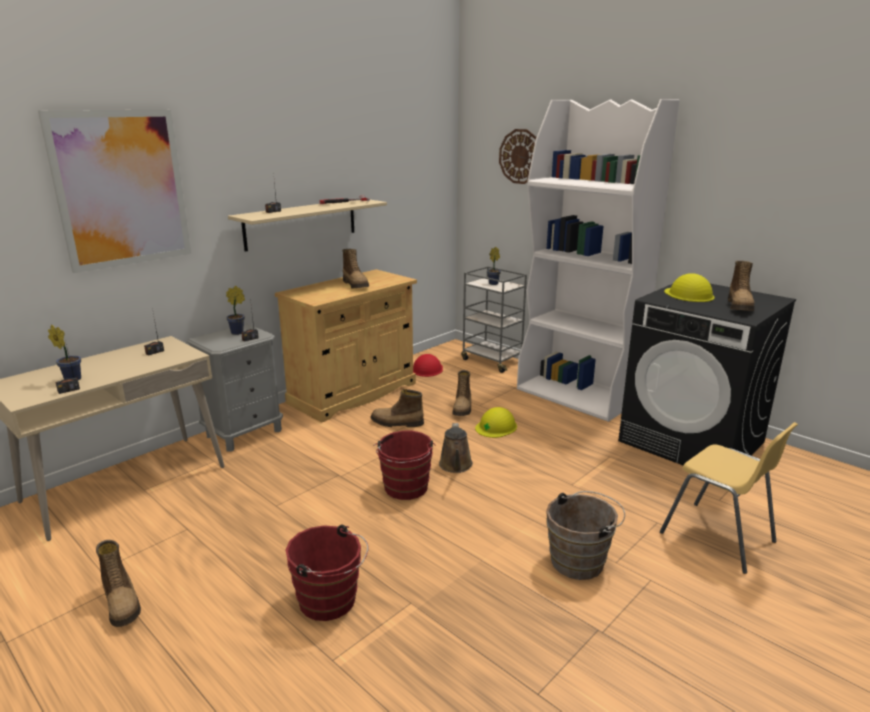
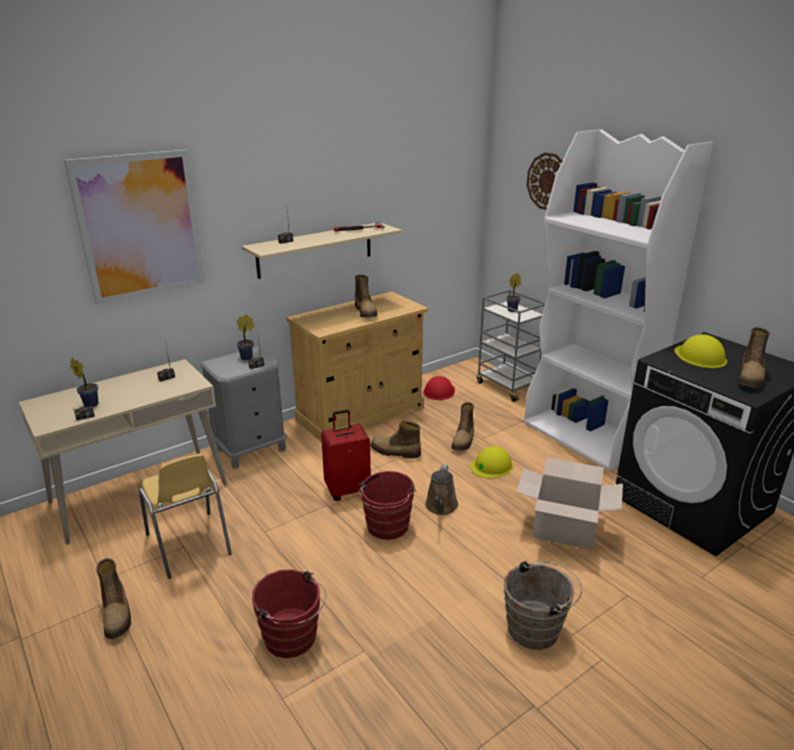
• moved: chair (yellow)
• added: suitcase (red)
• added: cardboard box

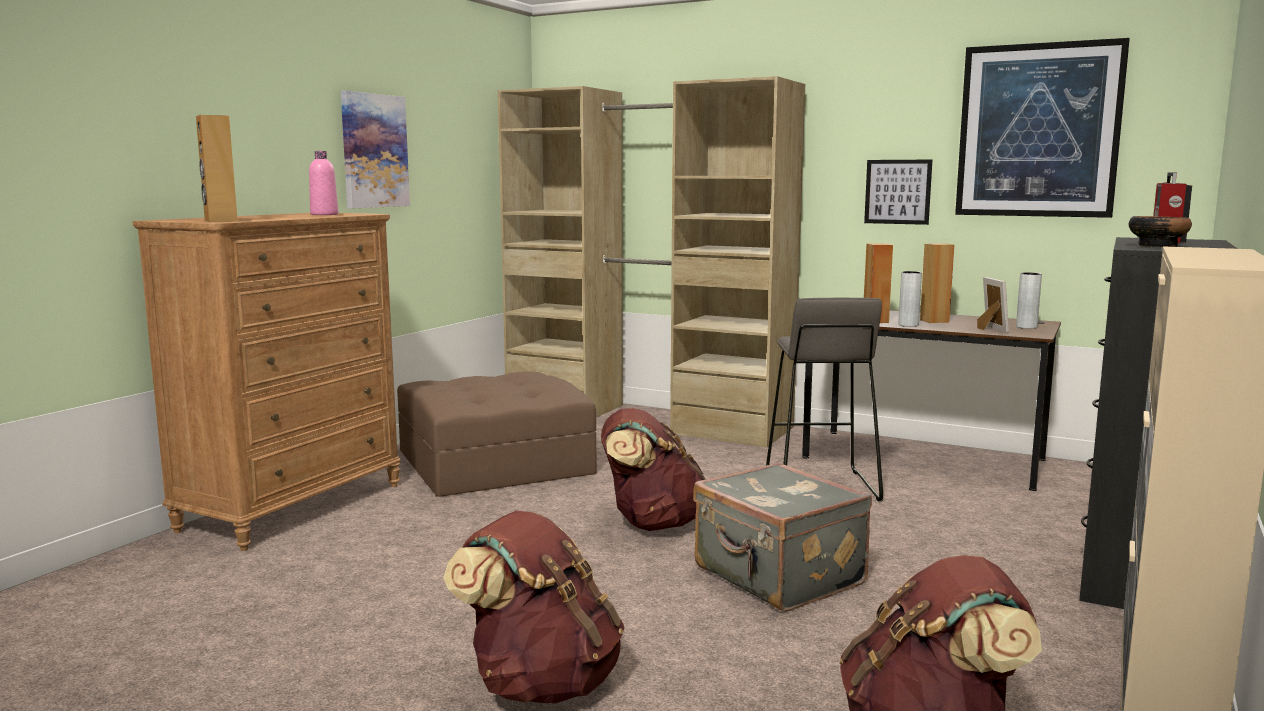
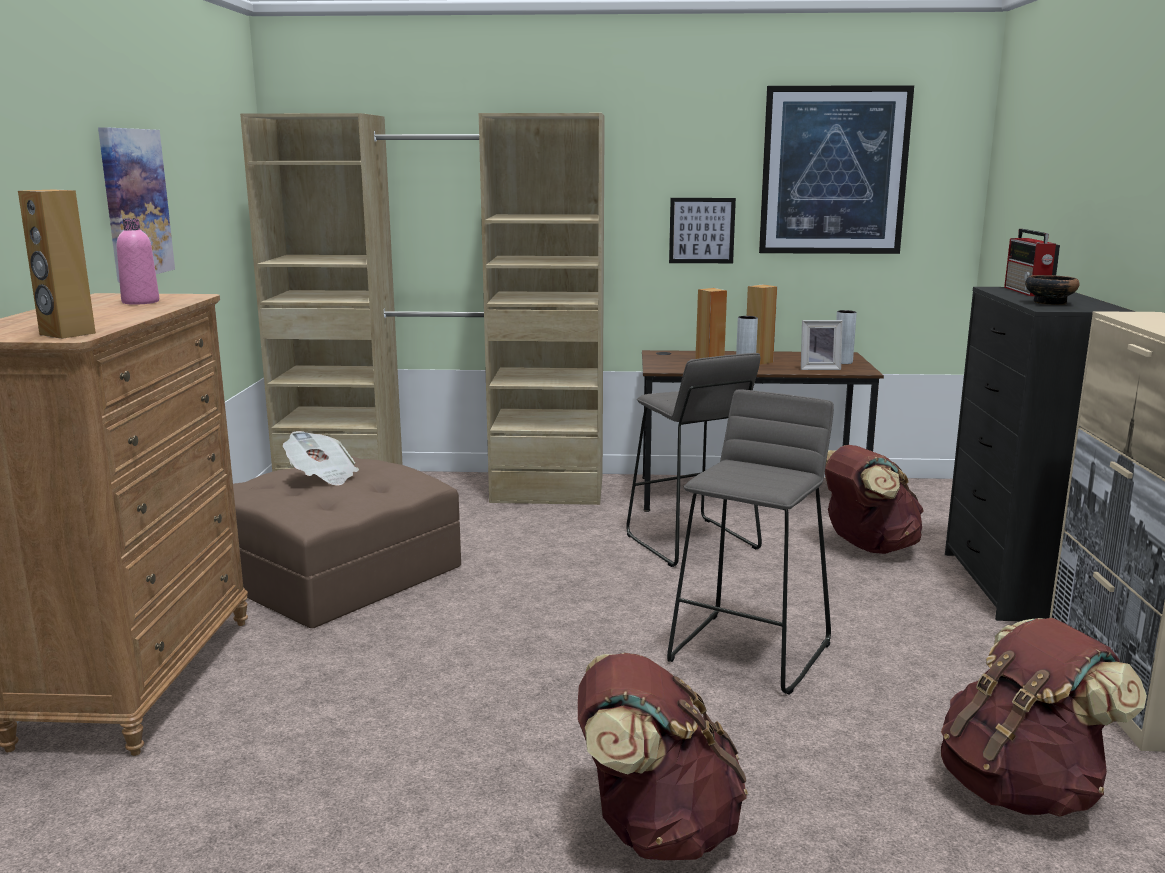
• moved: backpack (brown) (2nd from left)
• replaced: suitcase (grey) to stool (grey) (2nd from left)
• turned: picture frame 120 degrees clockwise
• added: newspaper

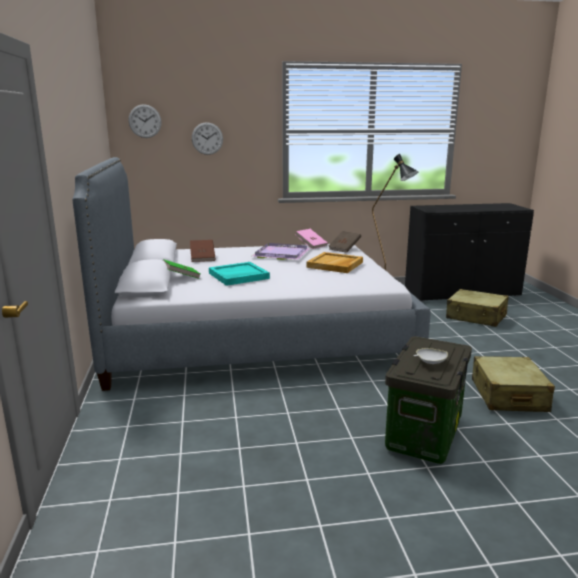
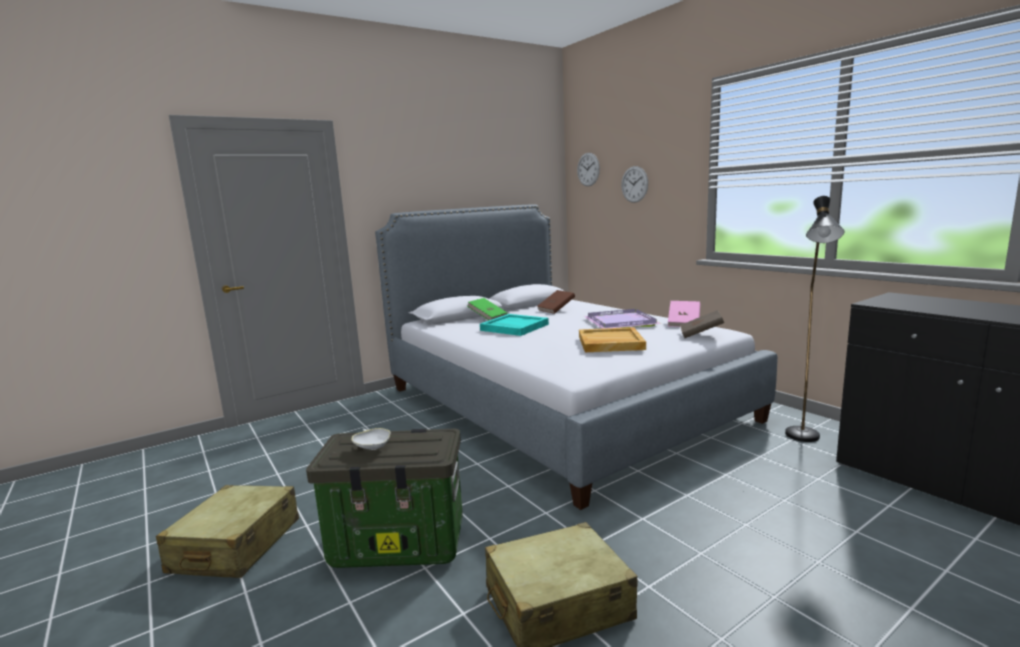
• moved: suitcase (beige) (1st from left)

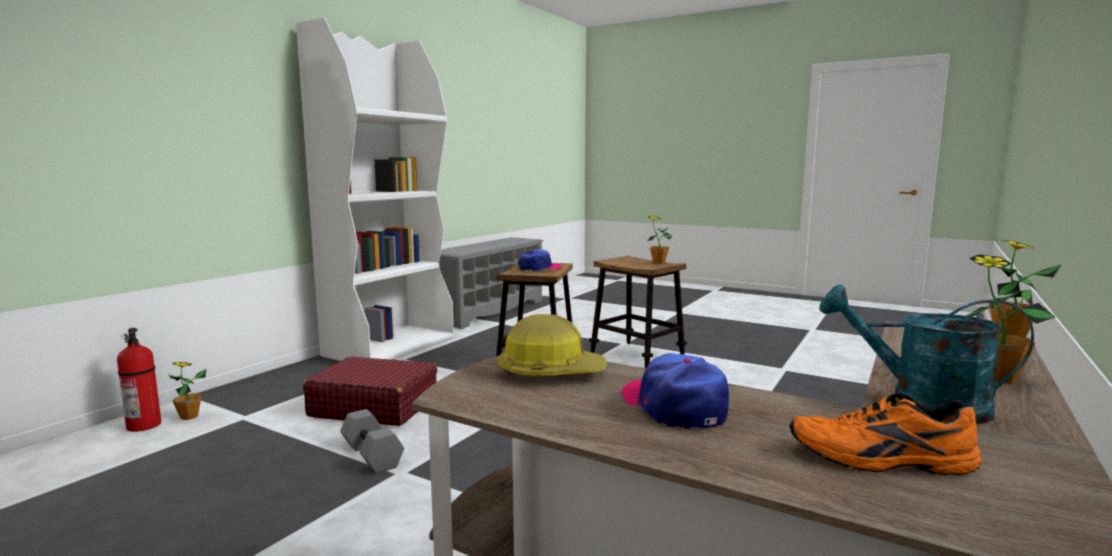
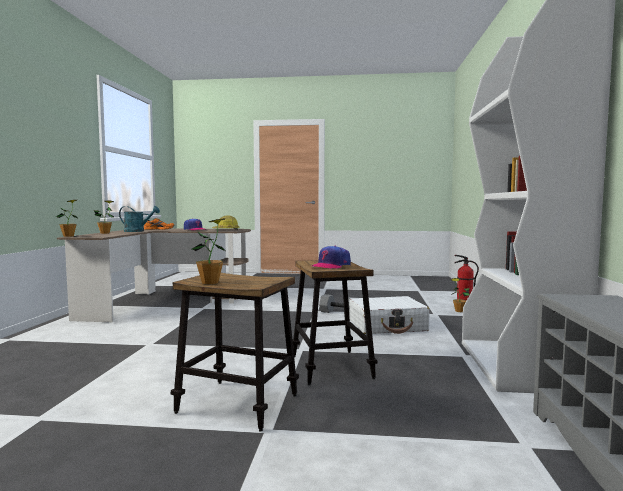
• recoloured: suitcase (red) to suitcase (white)

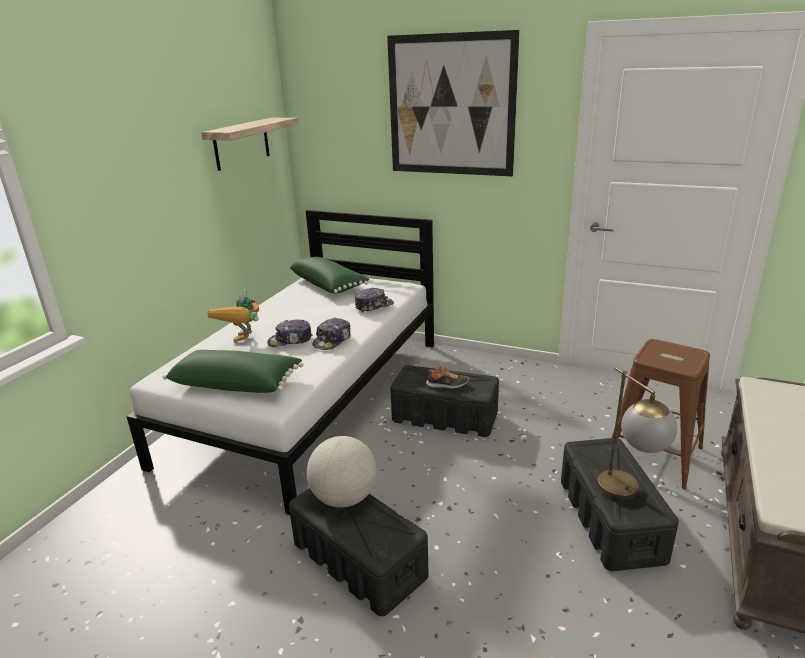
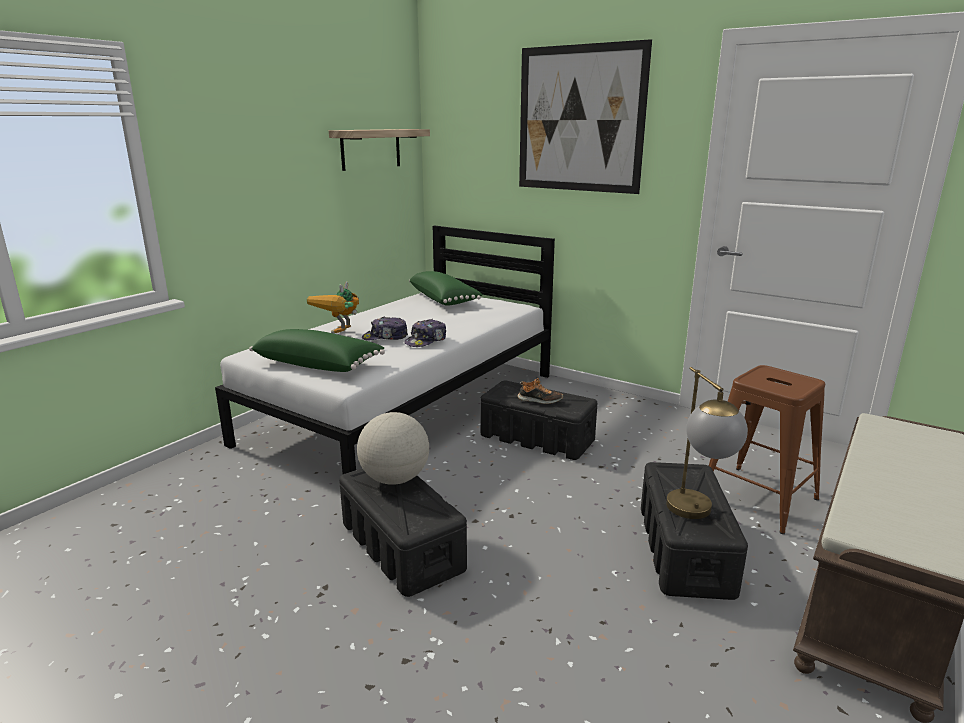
• removed: cap (3rd from left)

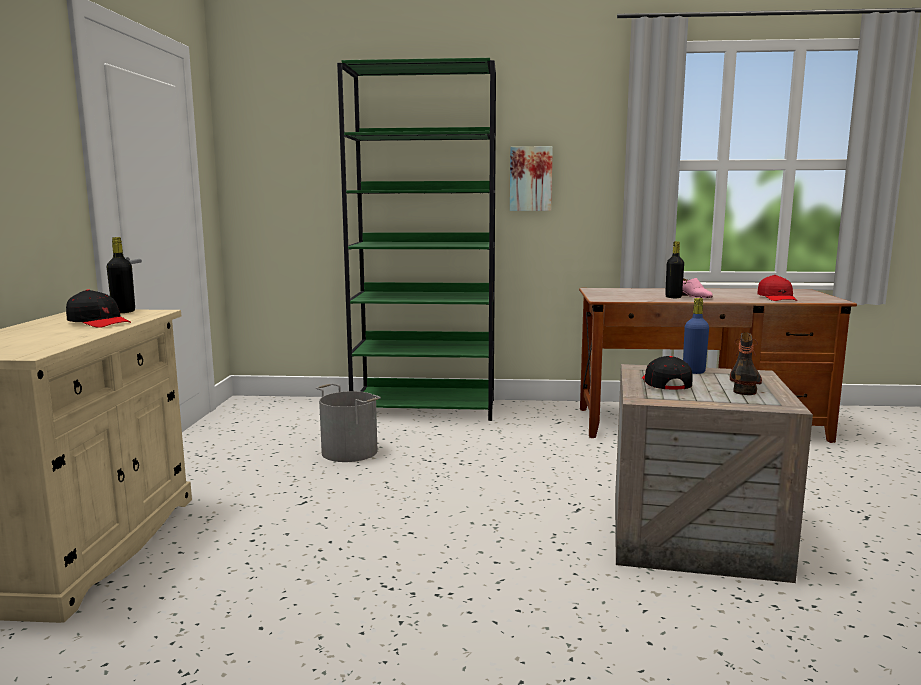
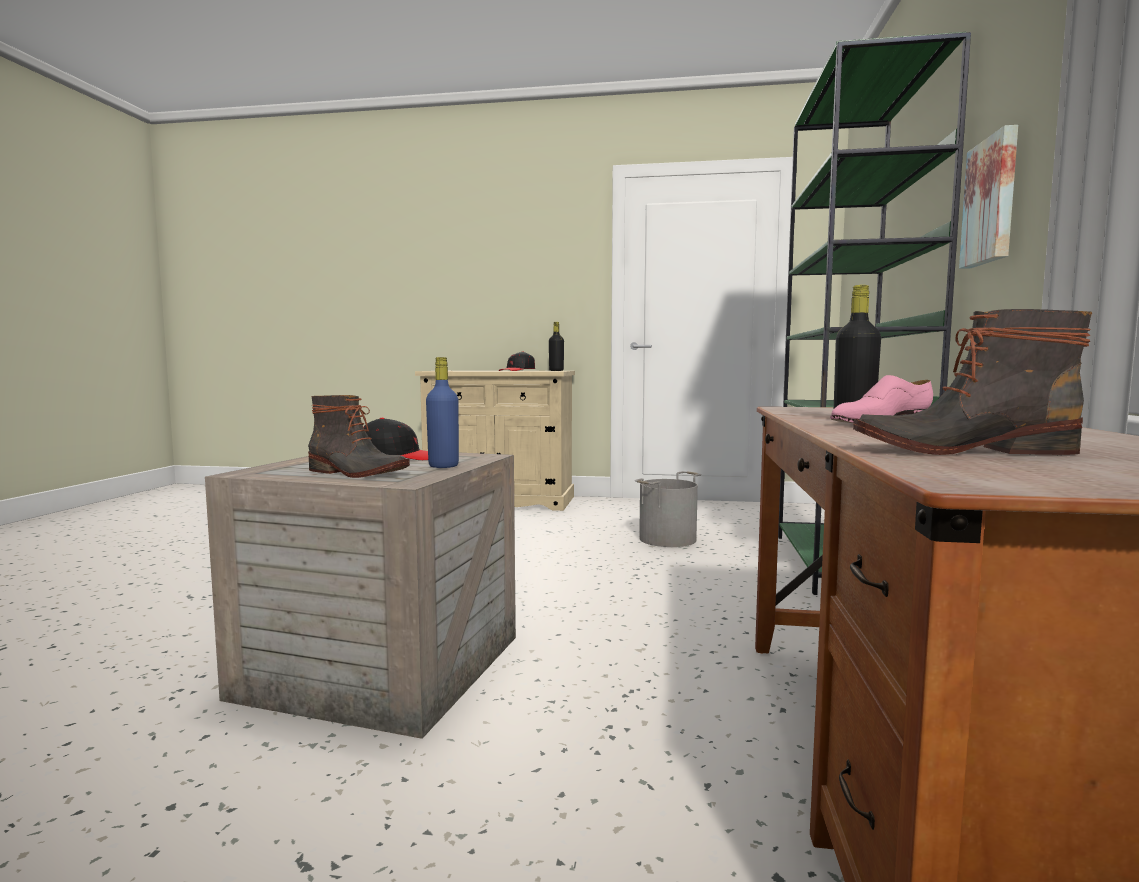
• replaced: cap (red) to boot (2nd from left)

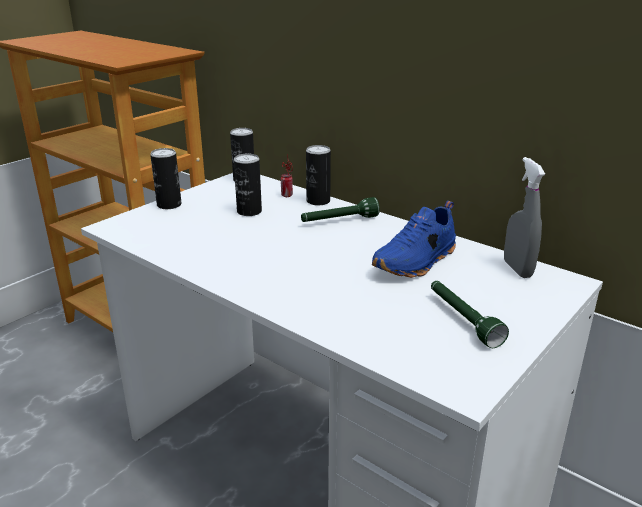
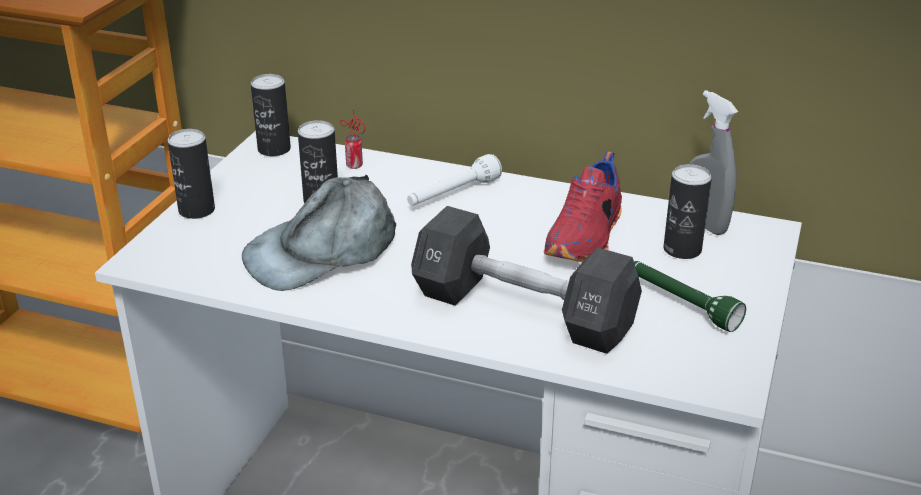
• recoloured: flashlight (green) (1st from left) to flashlight (white)
• moved: can (5th from left)
• recoloured: shoe (blue) to shoe (red)
• added: cap (grey)
• added: dumbbell (black)

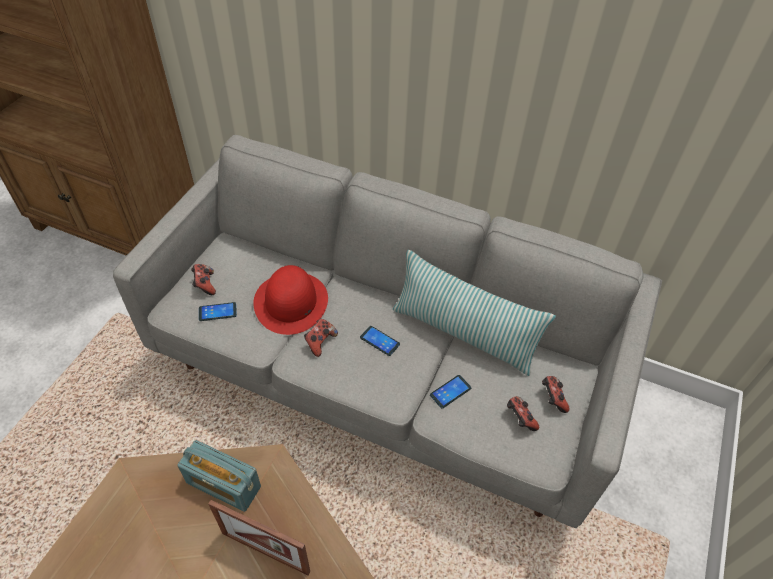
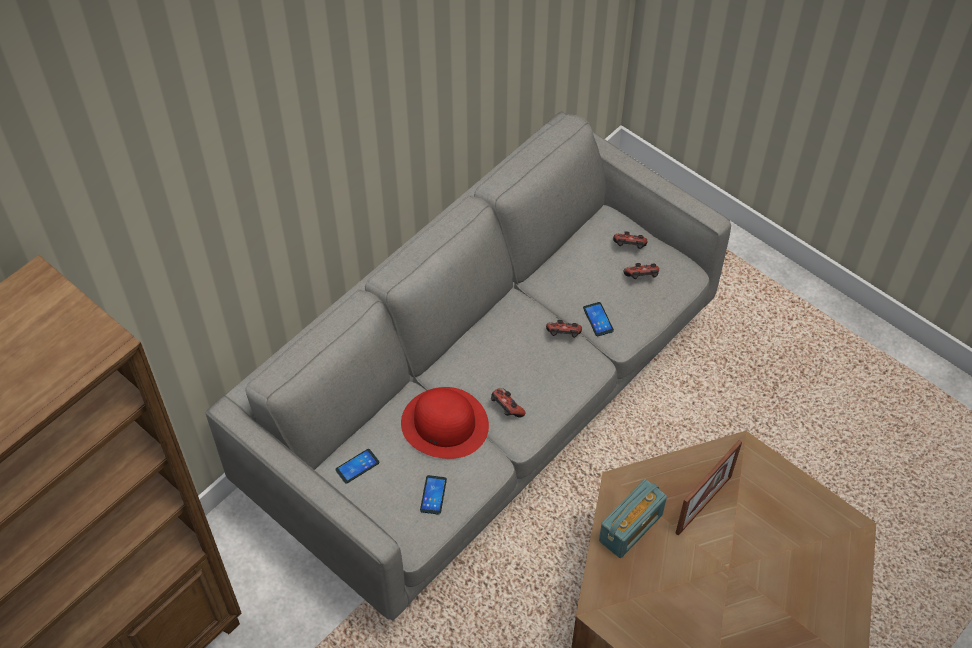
• moved: game controller (1st from left in the first image) to game controller (2nd from left)
• moved: phone (2nd from left in the first image) to phone (1st from left)
• removed: pillow

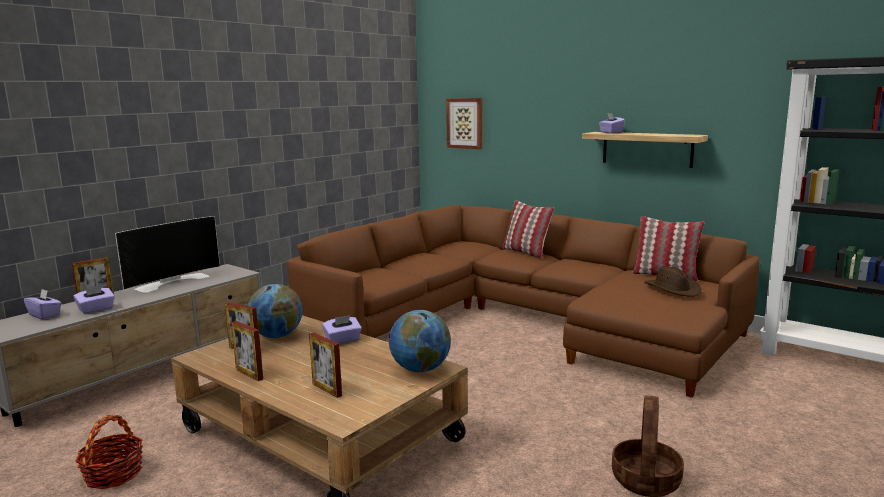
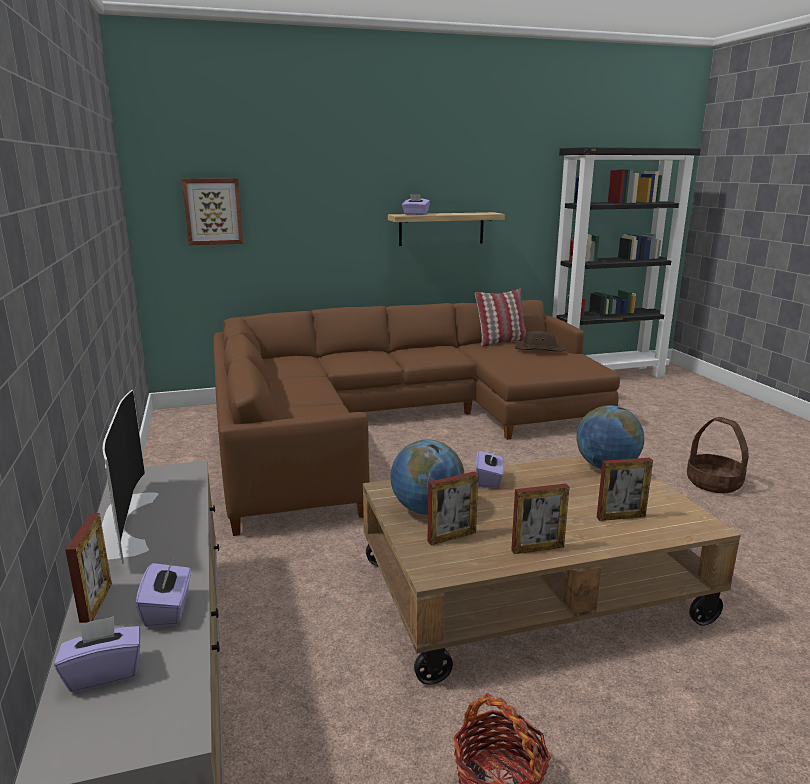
• removed: pillow (1st from left)

